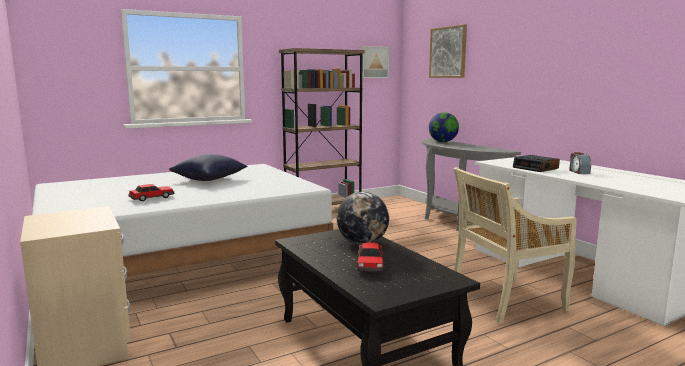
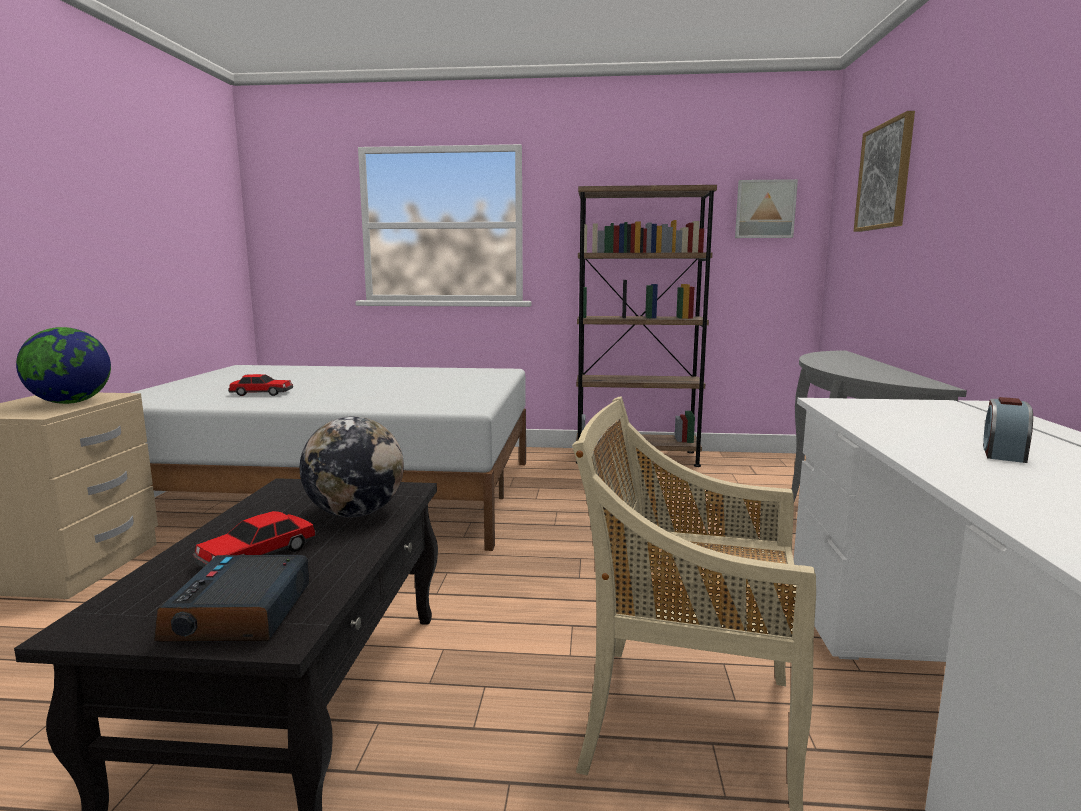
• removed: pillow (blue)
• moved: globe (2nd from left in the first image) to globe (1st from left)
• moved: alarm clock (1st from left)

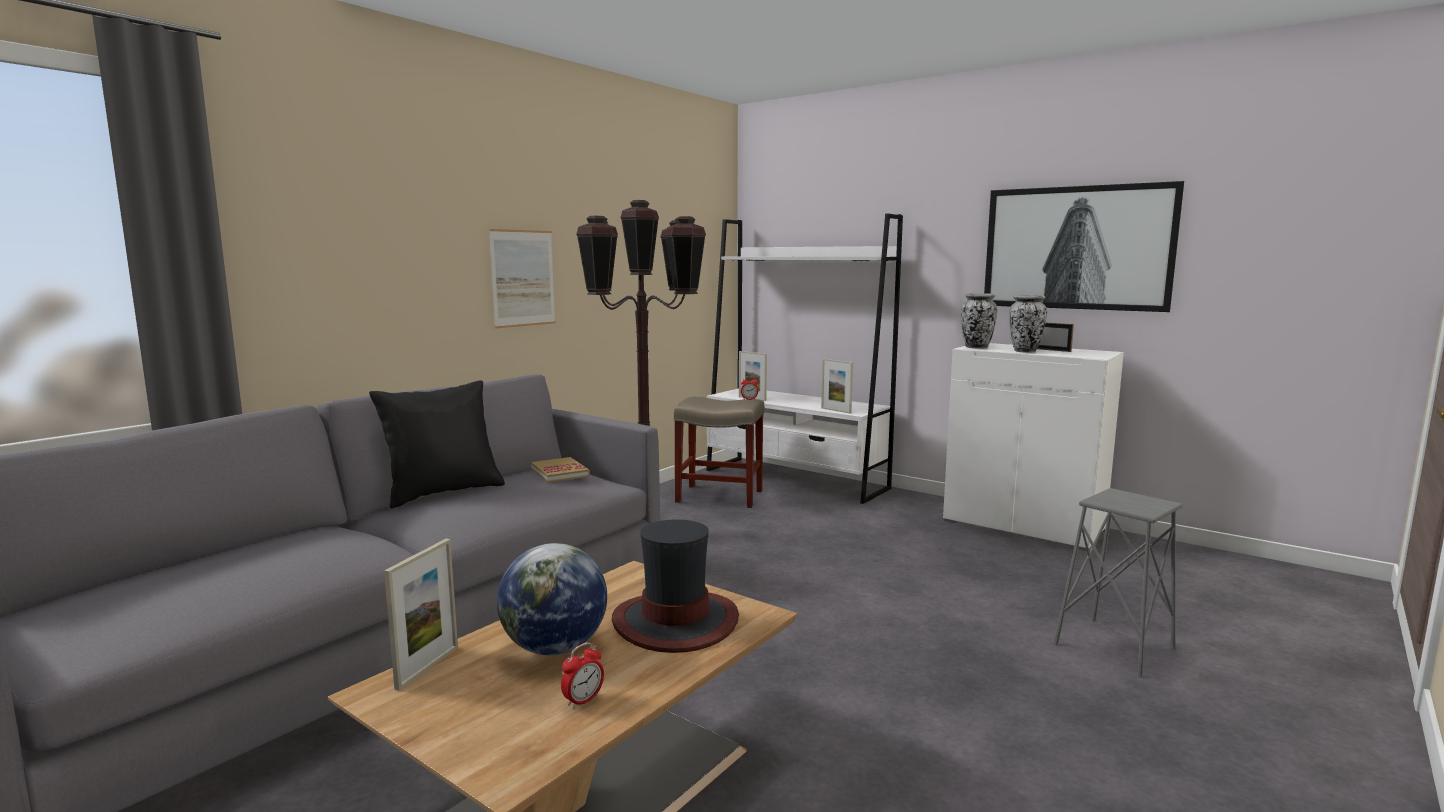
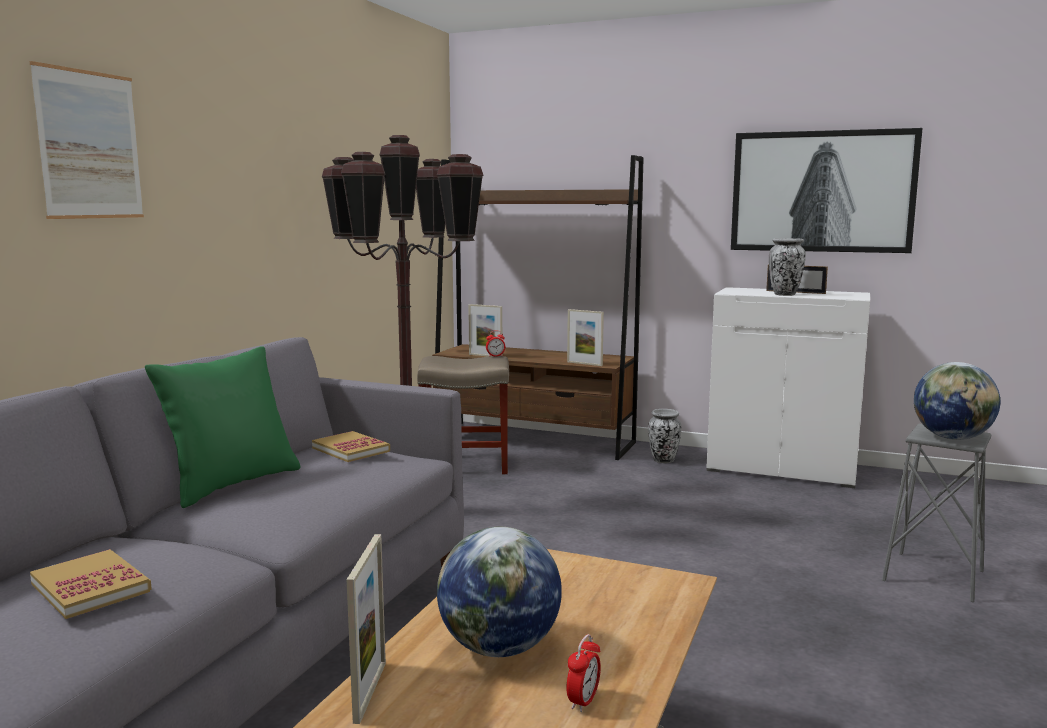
• recoloured: pillow (black) to pillow (green)
• moved: picture (1st from left)
• removed: hat
• recoloured: bookcase (white) to bookcase (brown)
• moved: vase (1st from left)
• added: book (1st from left)
• added: globe (2nd from left)

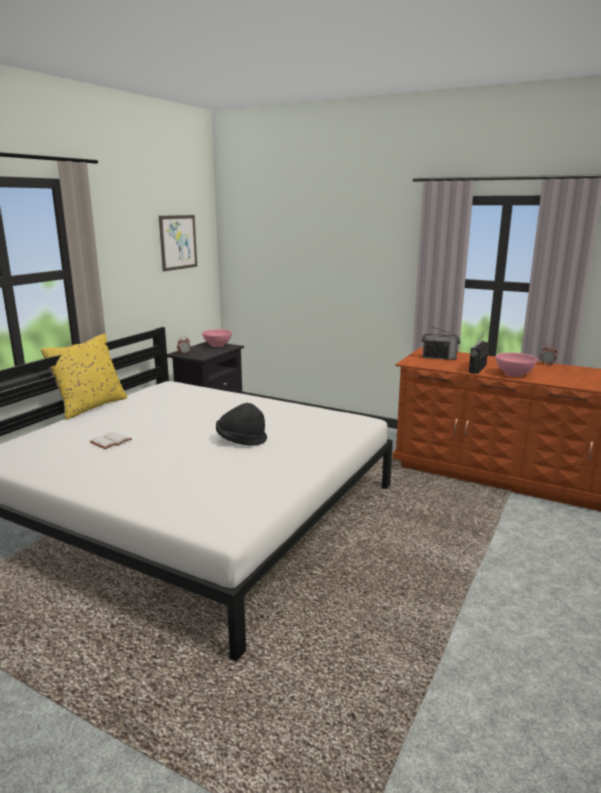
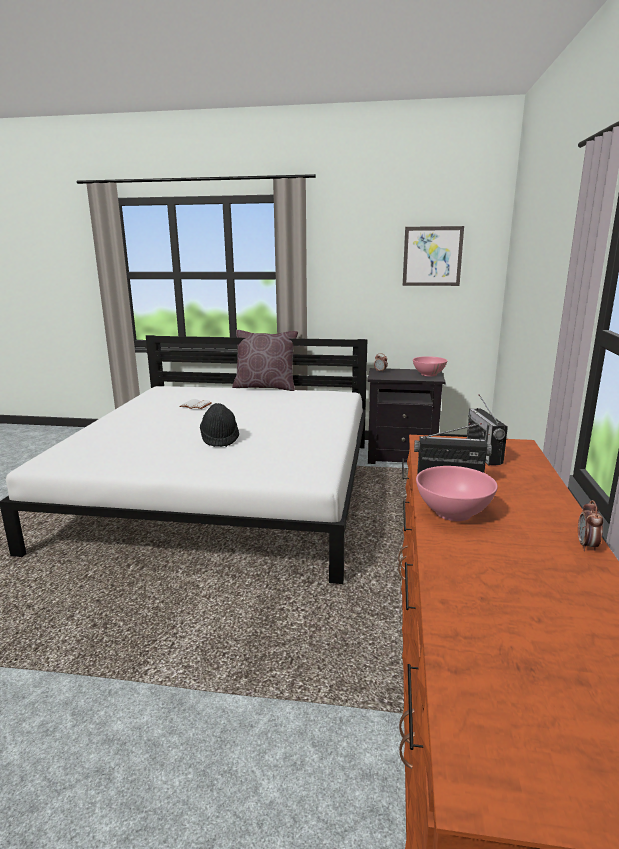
• recoloured: pillow (yellow) to pillow (brown)

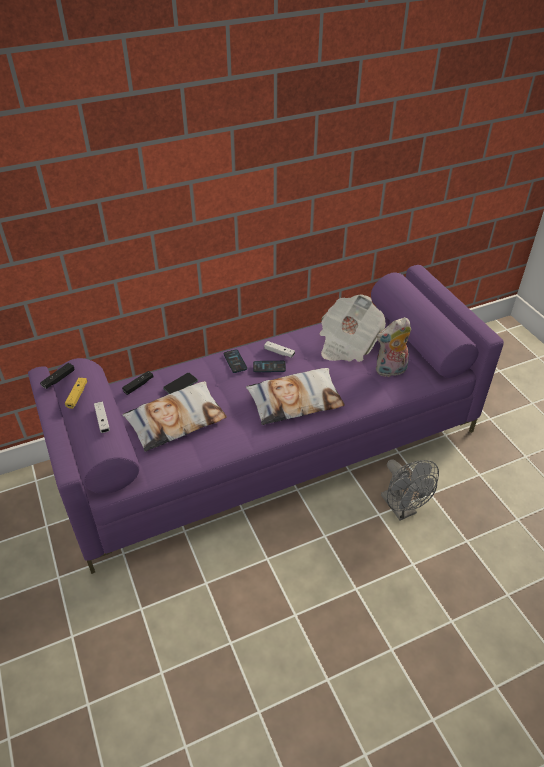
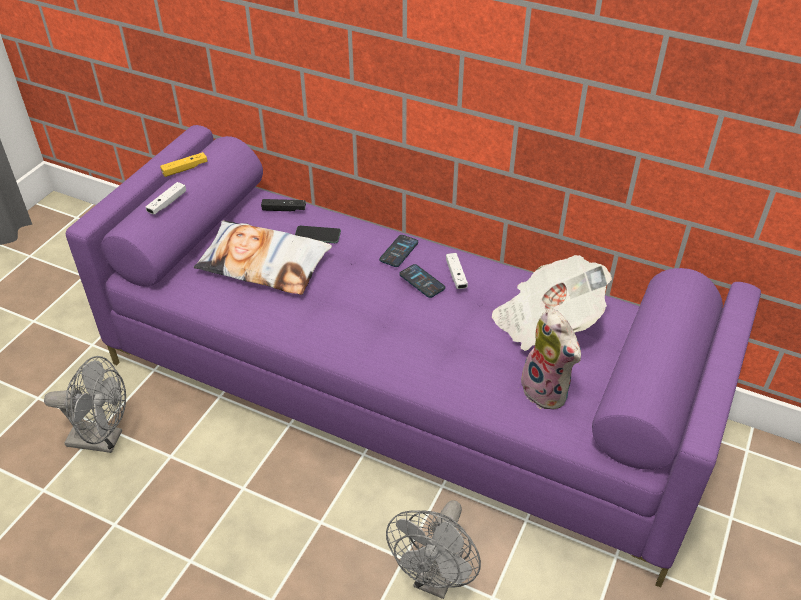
• removed: game controller (black) (1st from left)
• removed: pillow (2nd from left)
• turned: plush toy 150 degrees counterclockwise
• added: fan (grey) (1st from left)

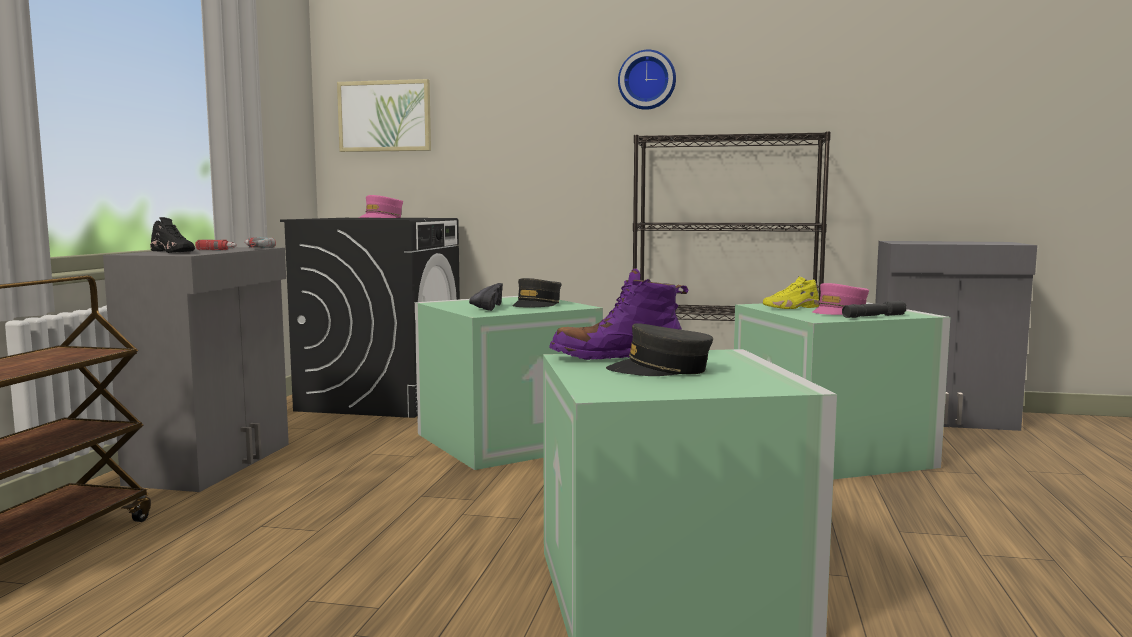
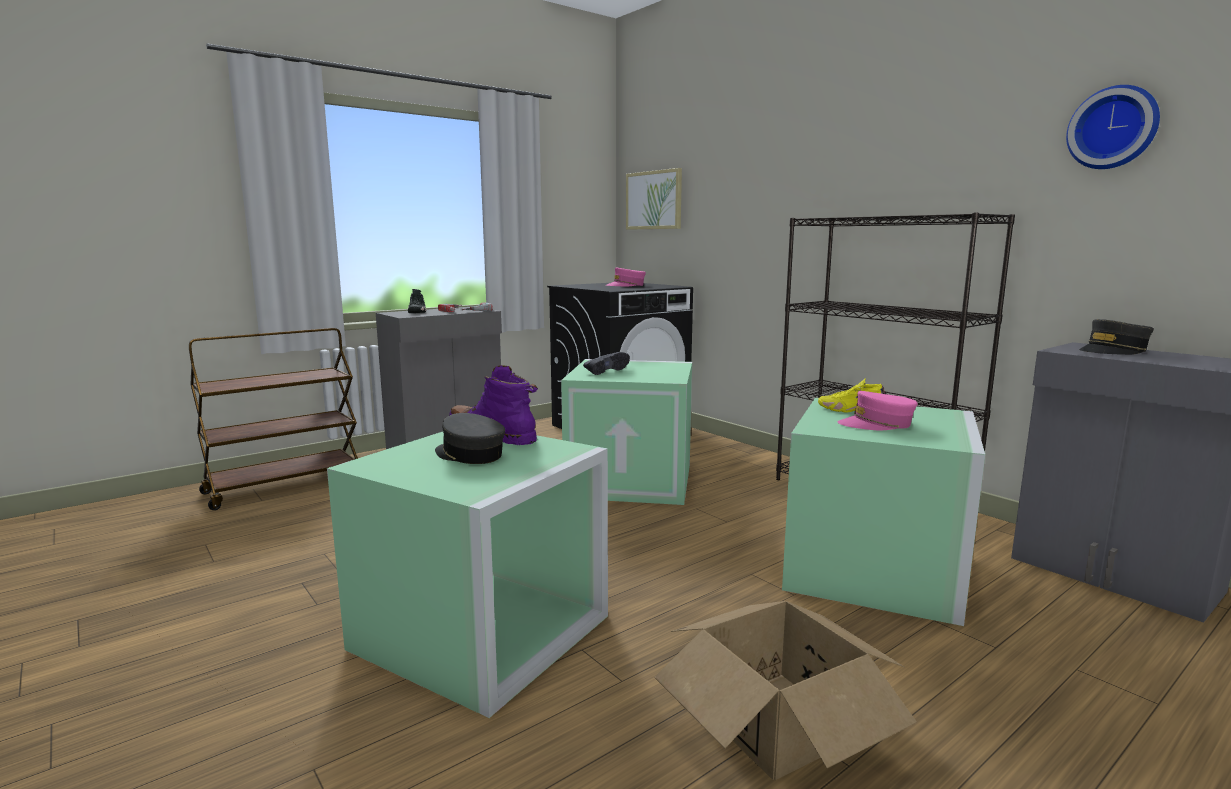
• moved: cap (grey) (1st from left in the first image) to cap (grey) (2nd from left)
• moved: wall clock
• removed: flashlight (grey)
• added: cardboard box

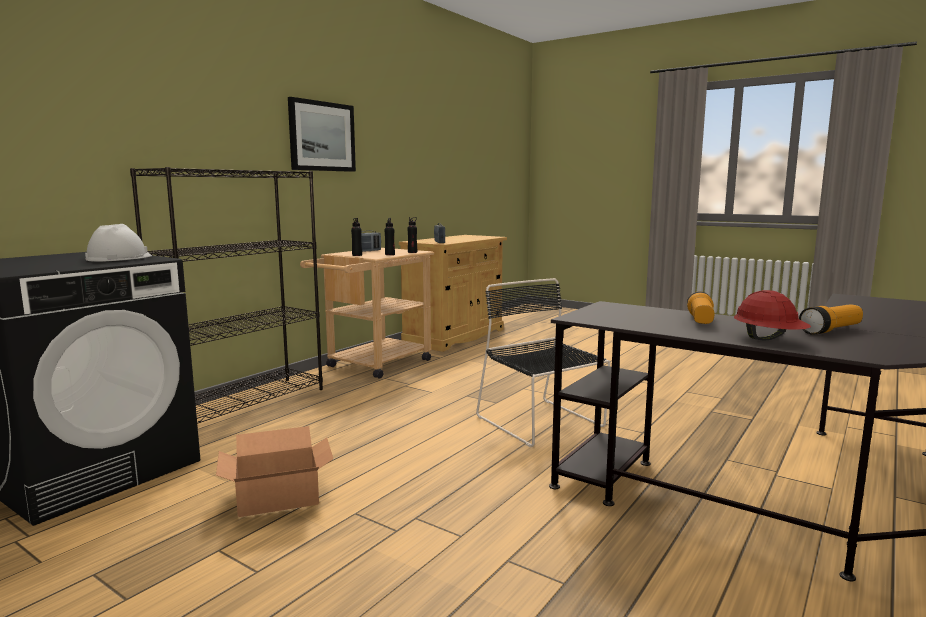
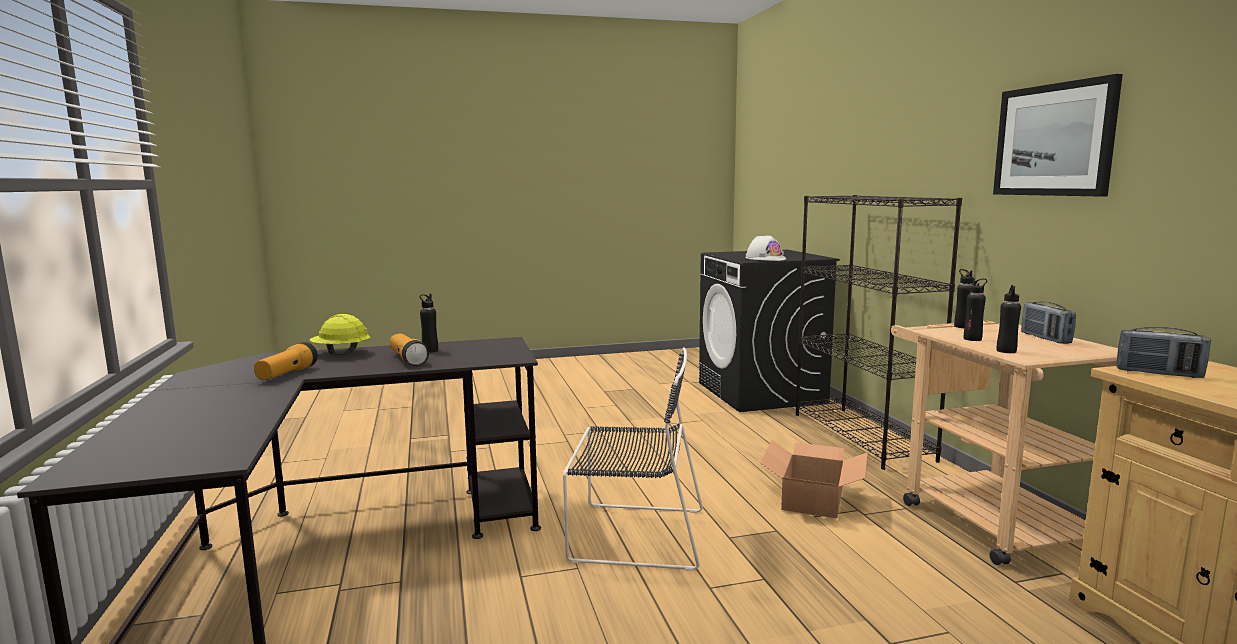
• moved: cardboard box
• recoloured: hard hat (red) to hard hat (yellow)
• added: bottle (black) (1st from left)

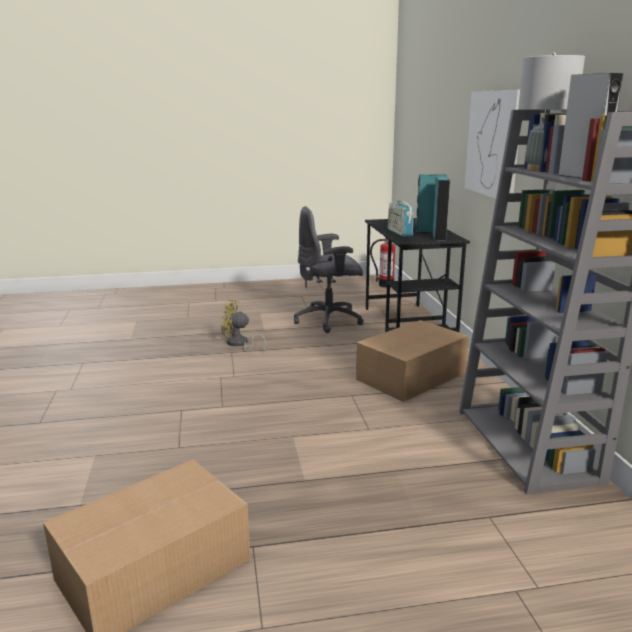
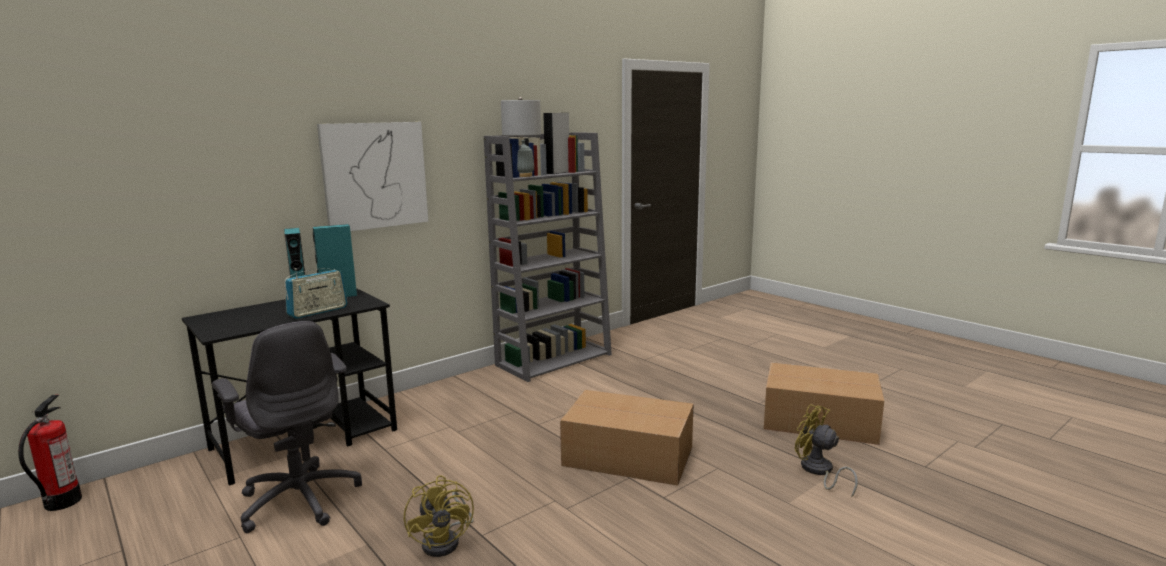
• moved: cardboard box (2nd from left in the first image) to cardboard box (1st from left)
• added: fan (yellow) (2nd from left)

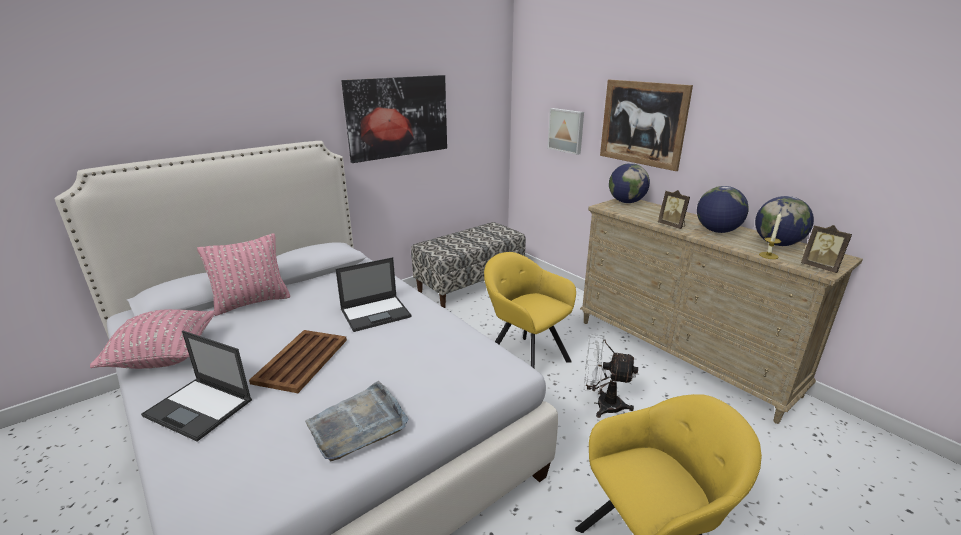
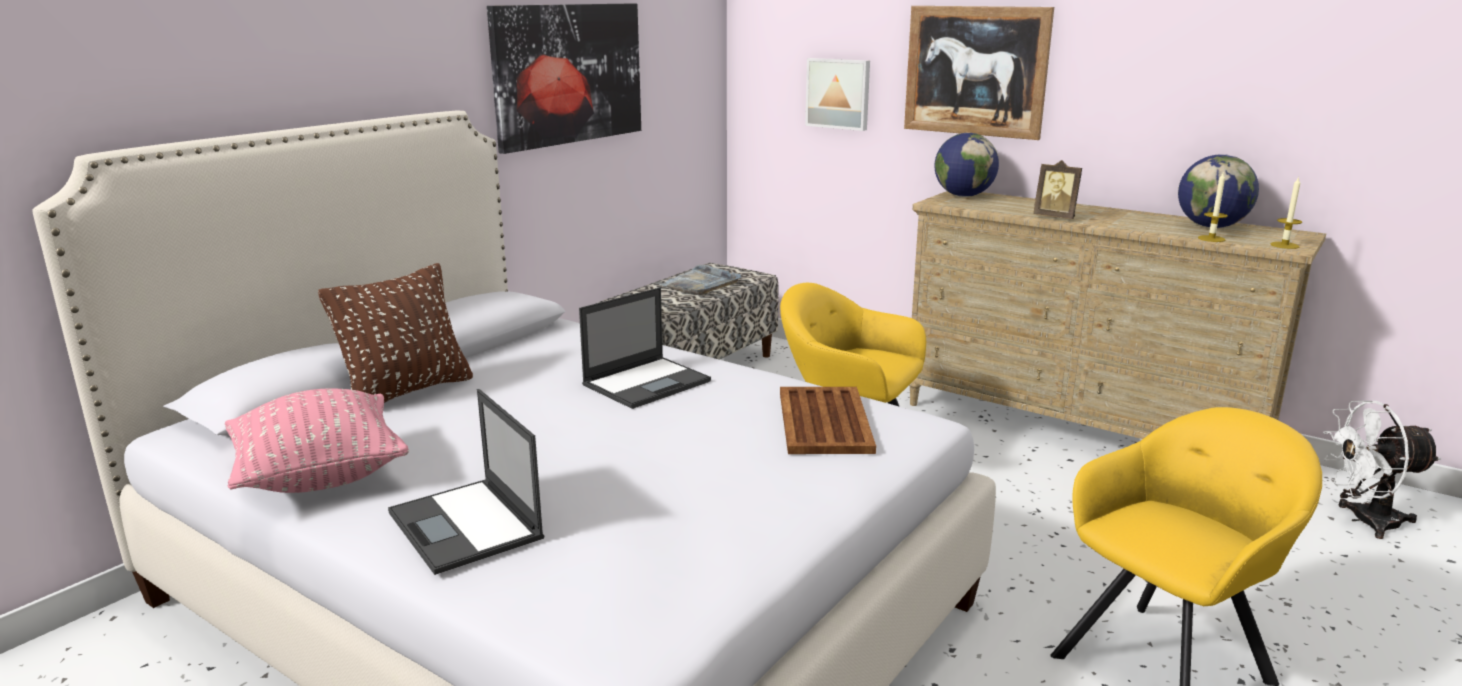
• turned: laptop (1st from left) 45 degrees clockwise
• recoloured: pillow (pink) (2nd from left) to pillow (brown)
• moved: tray (brown)
• moved: tray (grey)
• moved: fan (white)
• removed: globe (2nd from left)
• replaced: picture frame (2nd from left) to candle (2nd from left)

